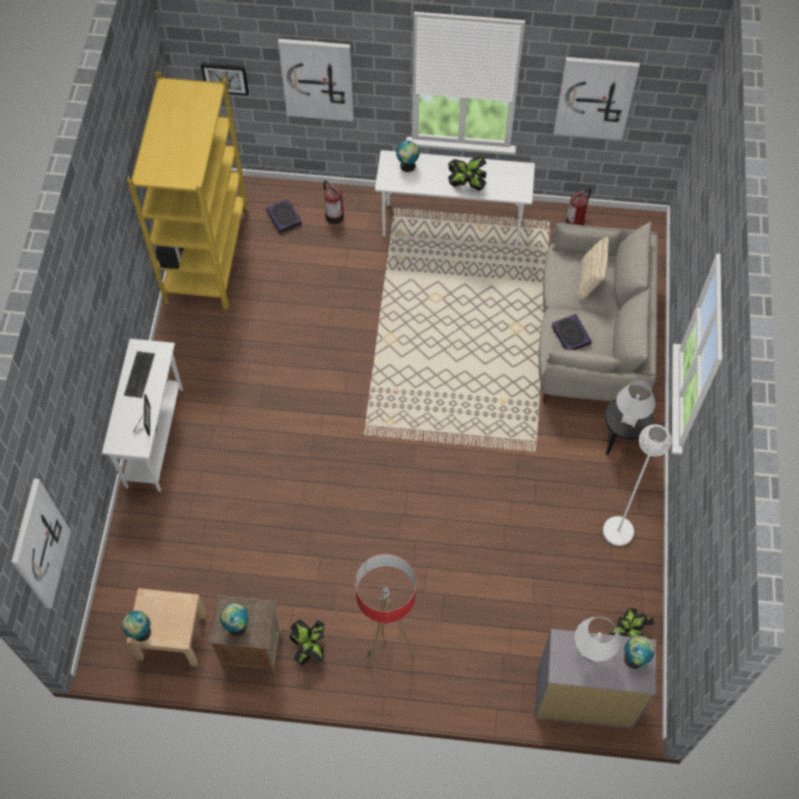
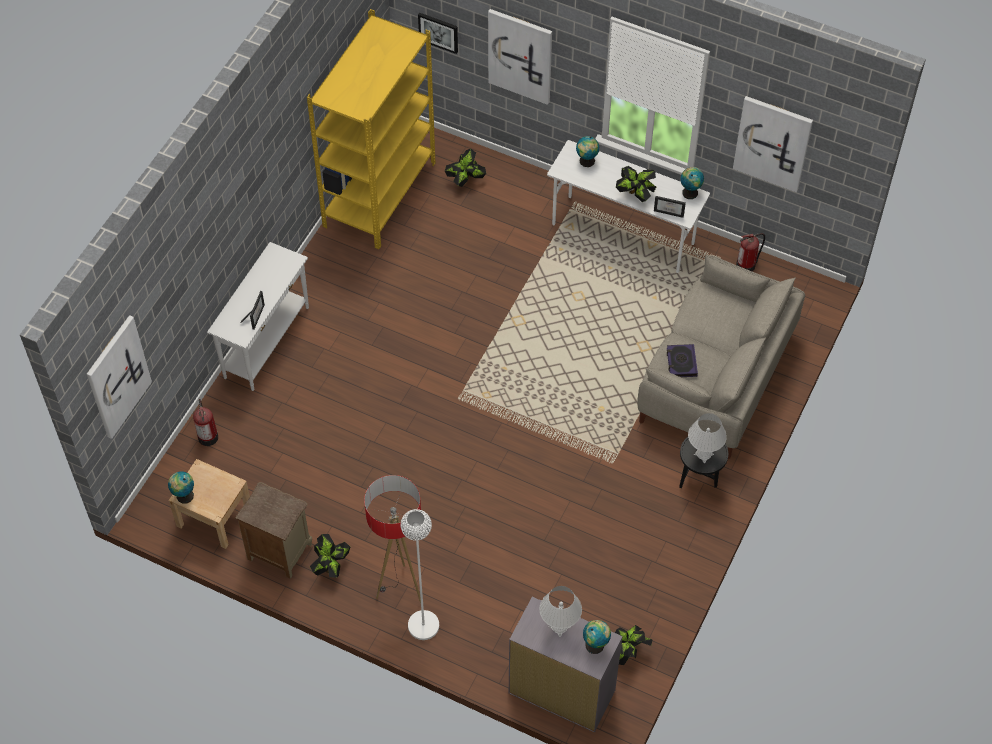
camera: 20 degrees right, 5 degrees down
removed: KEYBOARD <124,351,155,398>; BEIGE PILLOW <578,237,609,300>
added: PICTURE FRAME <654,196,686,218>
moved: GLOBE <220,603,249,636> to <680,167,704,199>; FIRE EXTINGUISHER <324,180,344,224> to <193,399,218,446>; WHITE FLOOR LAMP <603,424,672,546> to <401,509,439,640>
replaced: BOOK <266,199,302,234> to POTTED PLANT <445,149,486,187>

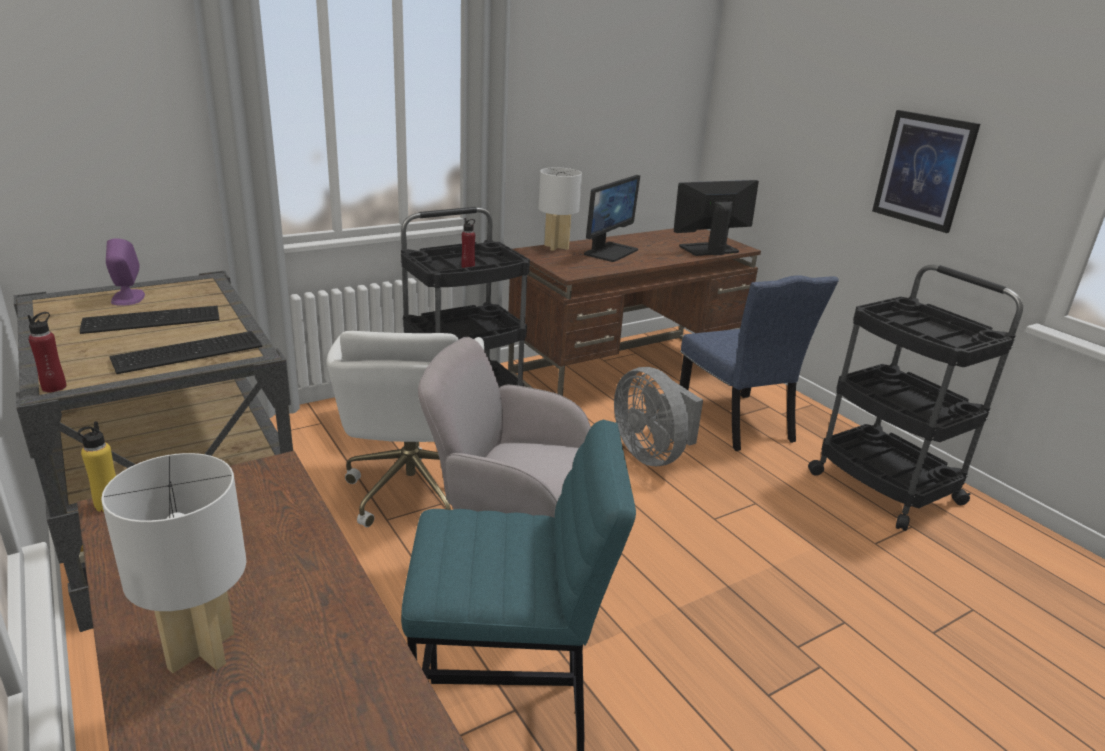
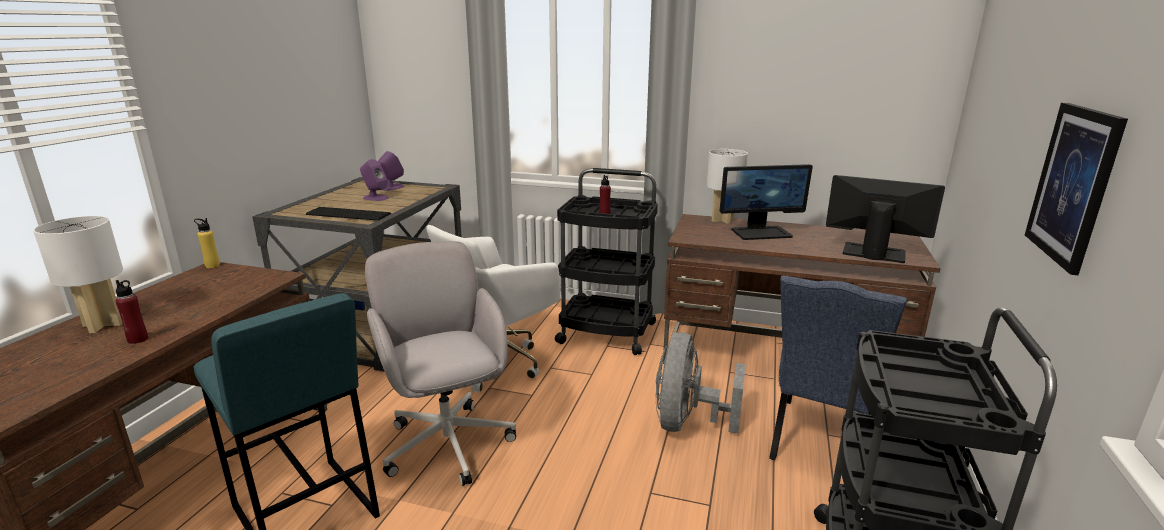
camera: 50 degrees right, 5 degrees down
moved: RED BOTTLE <27,312,66,392> to <115,280,148,344>
replaced: KEYBOARD <80,306,220,334> to PURPLE SPEAKER <360,159,388,201>

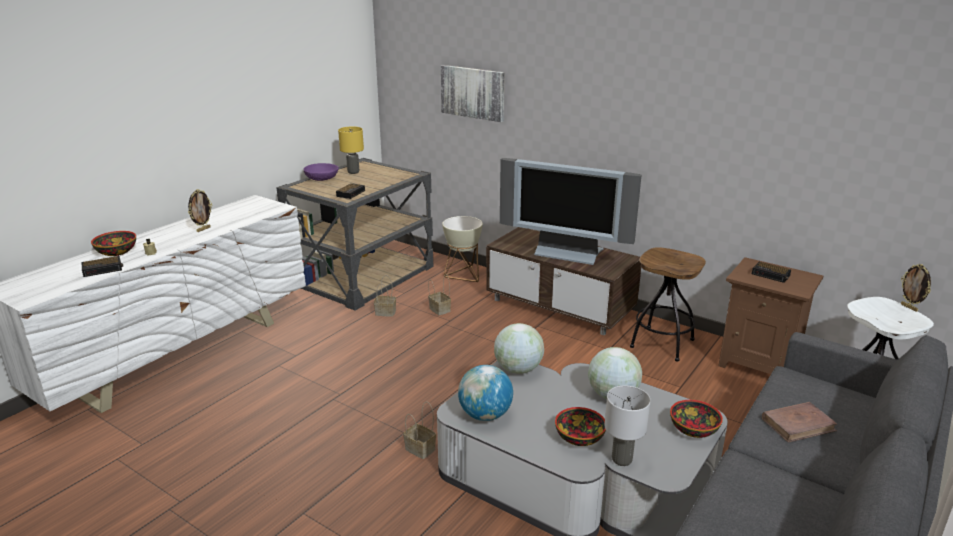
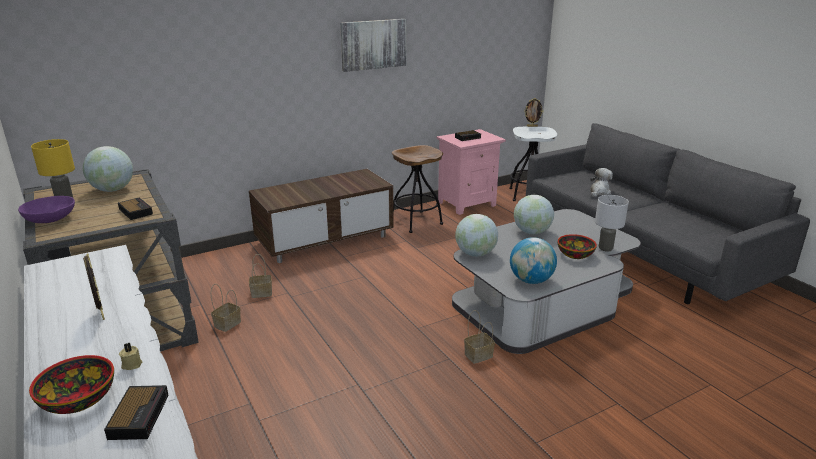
camera: 65 degrees left, 0 degrees up
removed: PLANTER <442,216,483,282>; TELEVISION <500,158,641,265>; BOWL <670,400,723,438>
added: GLOBE <83,146,133,192>
moved: PICTURE <440,65,504,122> to <340,19,407,72>
replaced: BROWN BOOK <762,402,837,443> to PLUSH TOY <590,168,613,197>
recoloured: BROWN NIGHTSTAND <718,257,823,374> to PINK NIGHTSTAND <437,129,506,215>

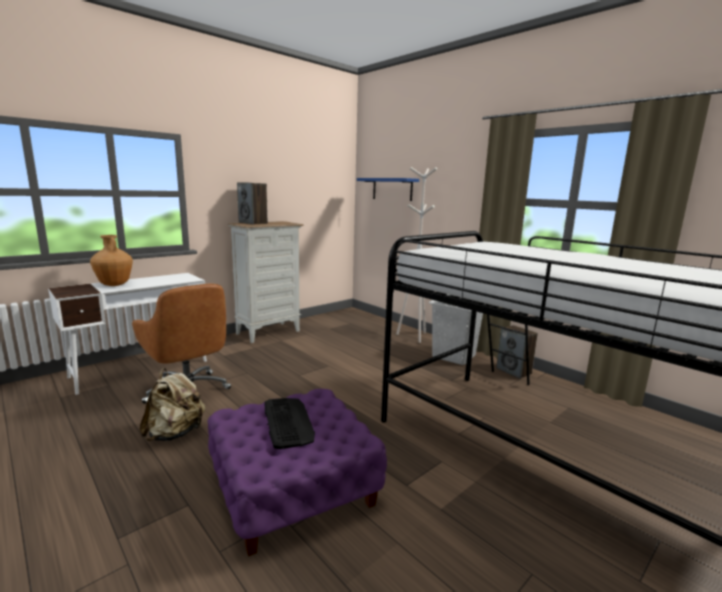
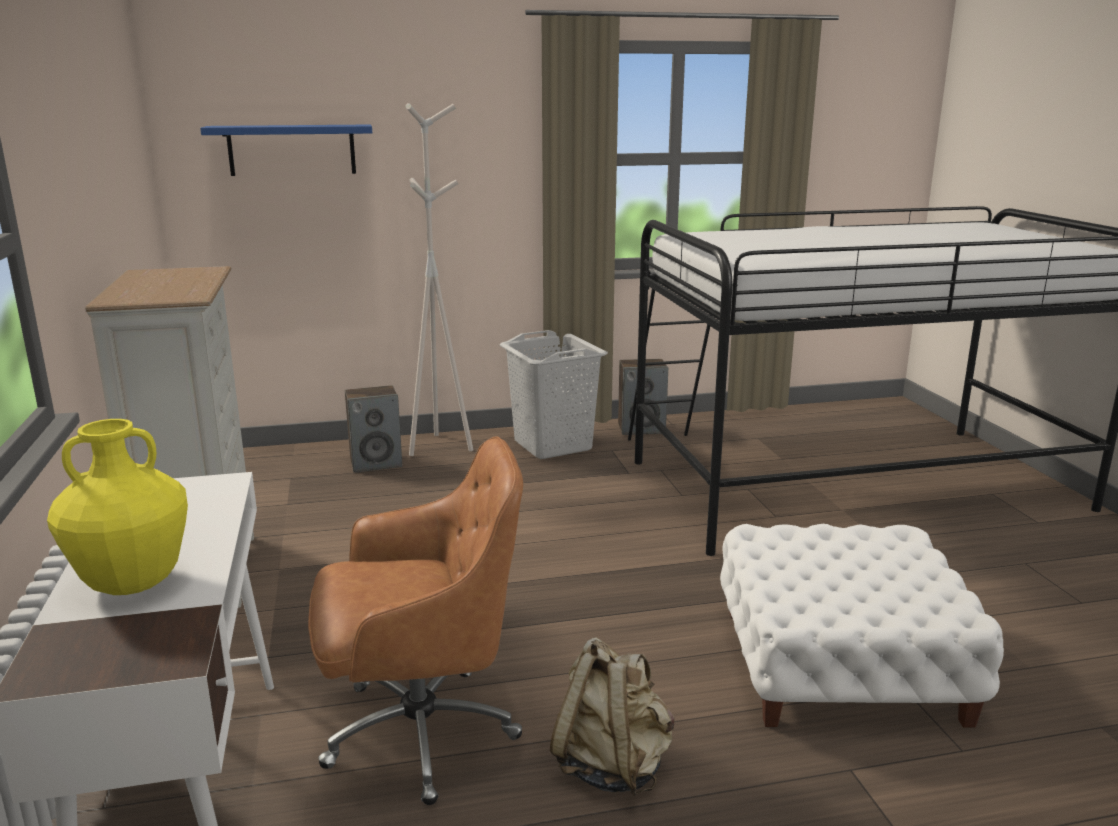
camera: 60 degrees left, 5 degrees up
removed: KEYBOARD <264,398,315,449>
moved: SPEAKER <237,182,268,225> to <345,385,402,473>
recoloured: BROWN VASE <90,235,133,286> to YELLOW VASE <47,419,188,595>; PURPLE OTTOMAN <207,389,387,556> to WHITE OTTOMAN <720,524,1004,728>

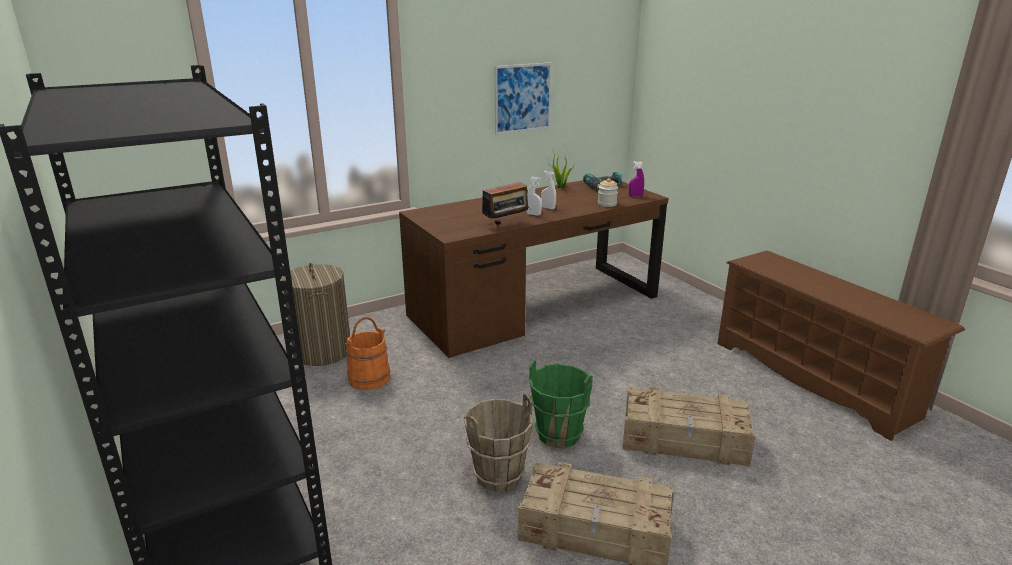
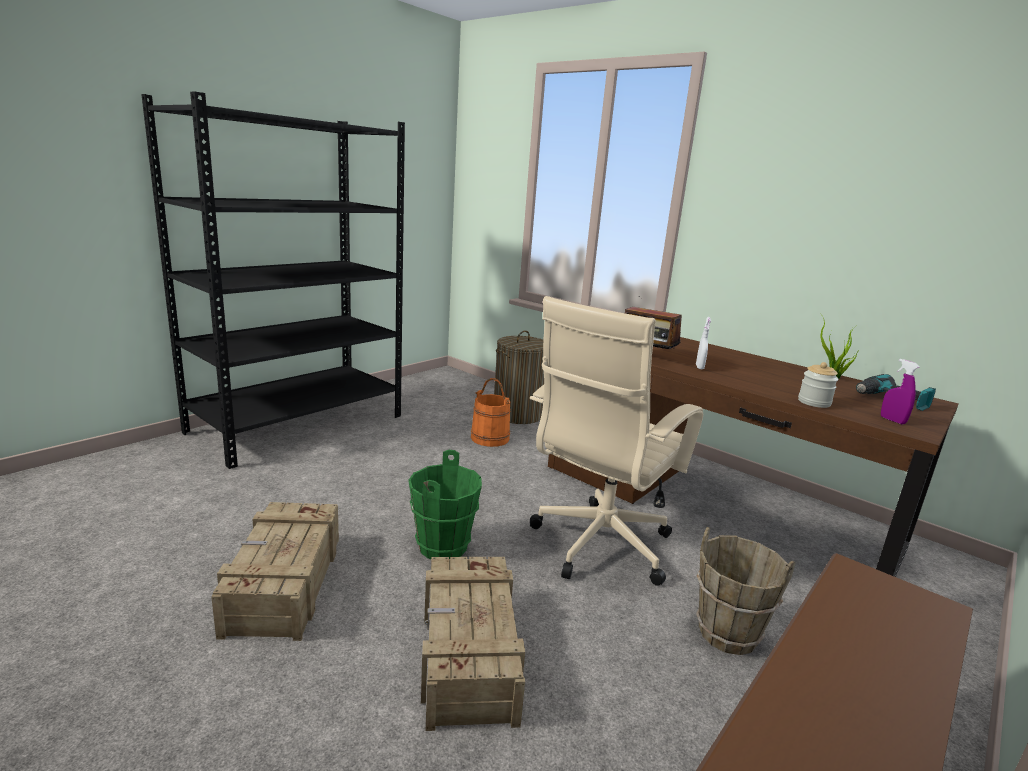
camera: 70 degrees right, 5 degrees down
removed: PICTURE <495,62,552,135>; WHITE SPRAY BOTTLE <541,171,556,210>
added: BEIGE OFFICE CHAIR <530,296,703,586>
moved: BROWN BUCKET <464,394,533,492> to <696,527,796,655>

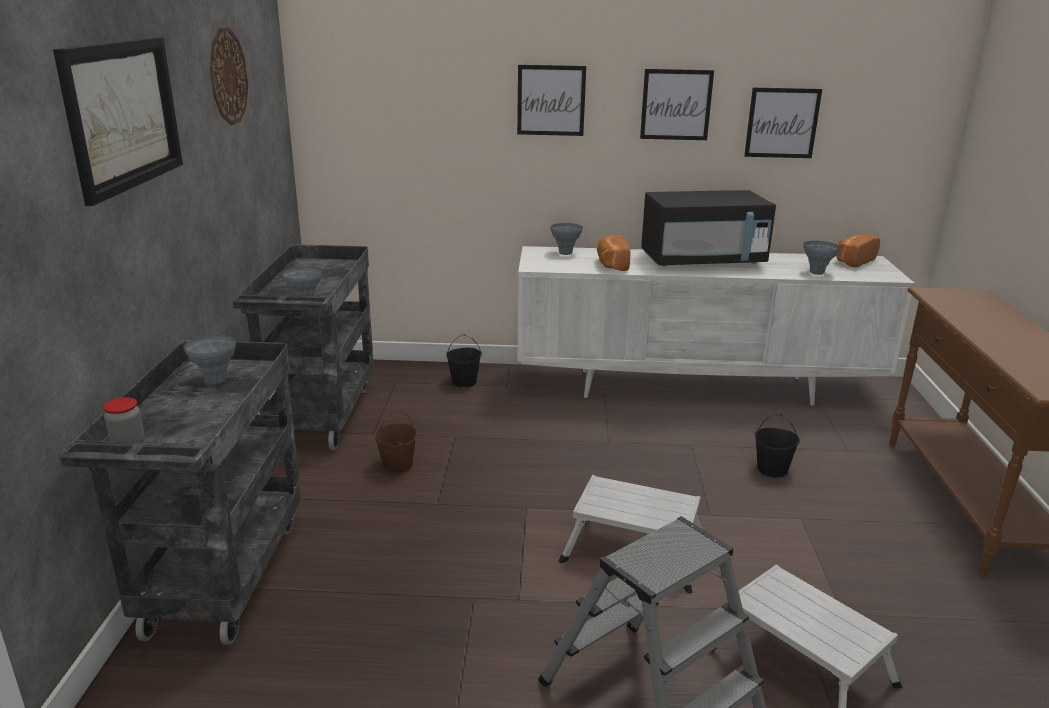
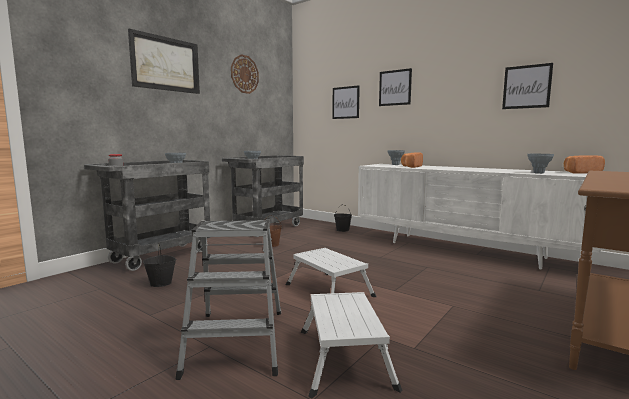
camera: 35 degrees right, 15 degrees down
removed: BLACK MICROWAVE <641,190,776,267>
moved: PICTURE <640,69,714,140> to <332,85,360,119>; BLACK BUCKET <755,414,800,477> to <143,243,176,287>

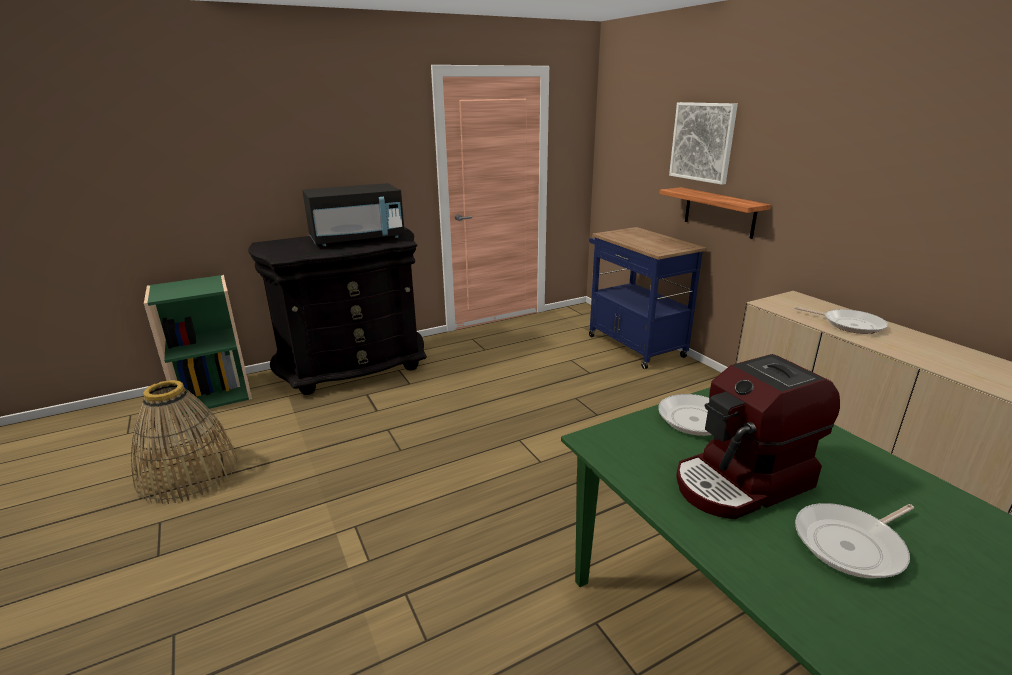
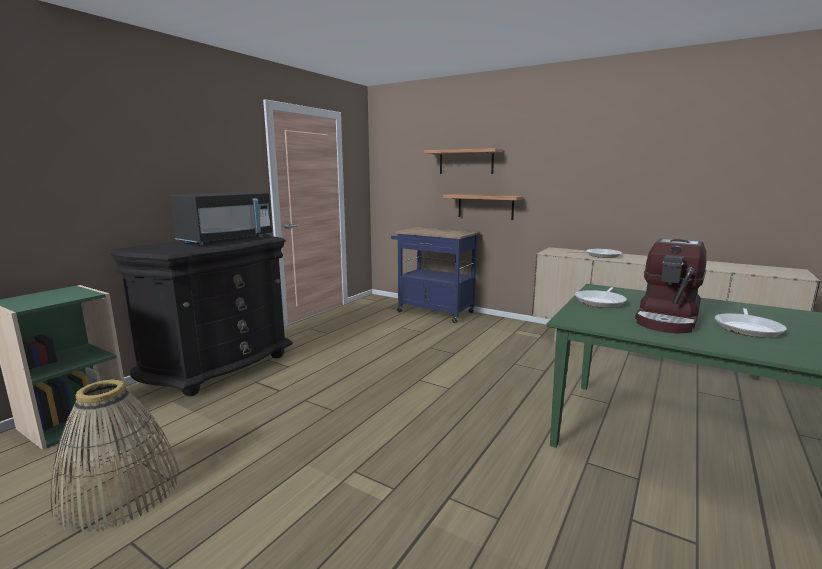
camera: 30 degrees left, 10 degrees down
replaced: PICTURE <669,102,738,185> to SHELF <424,148,503,174>

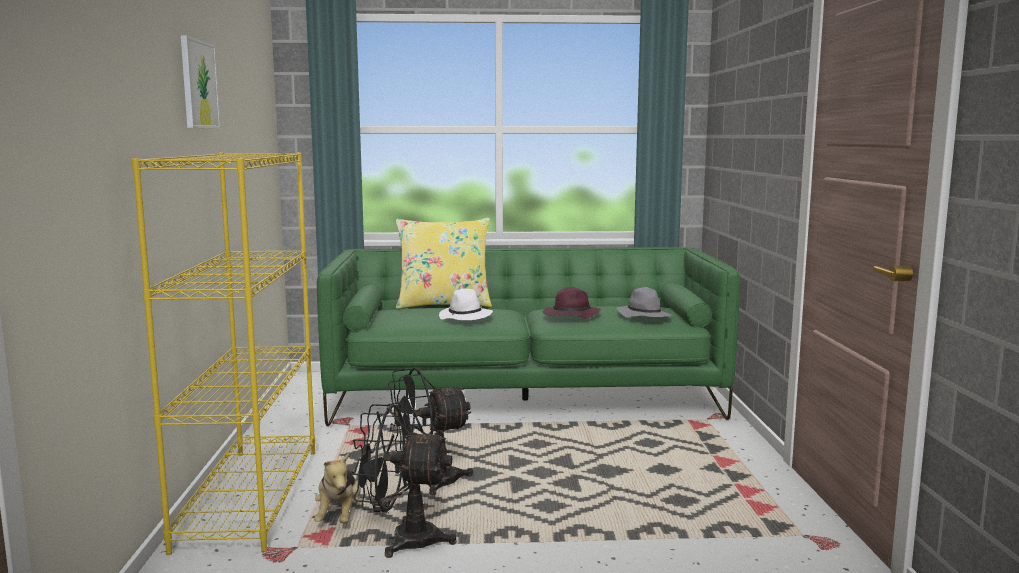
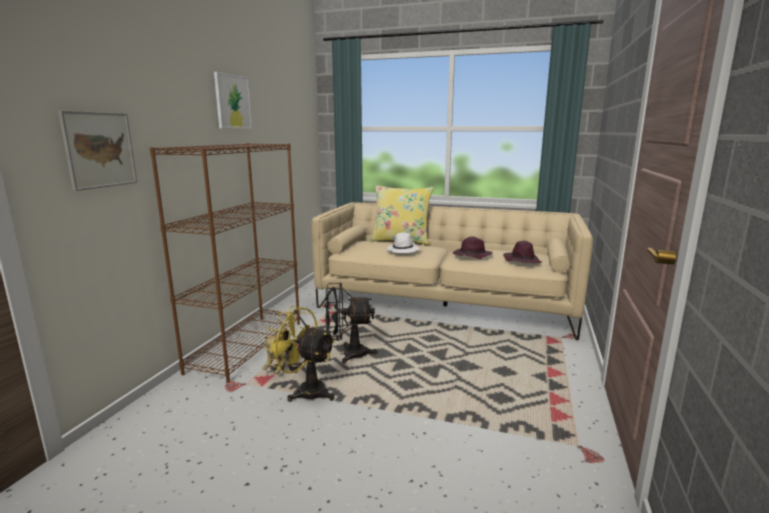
camera: 20 degrees right, 5 degrees up
added: PICTURE <58,111,137,191>
recoloured: YELLOW BOOKCASE <131,152,315,555> to BROWN BOOKCASE <150,143,300,383>; GREEN SOFA <317,247,740,427> to BEIGE SOFA <312,202,593,341>; BLACK FAN <350,404,457,558> to YELLOW FAN <264,306,335,402>; GREY HAT <616,287,672,318> to PURPLE HAT <503,241,542,263>

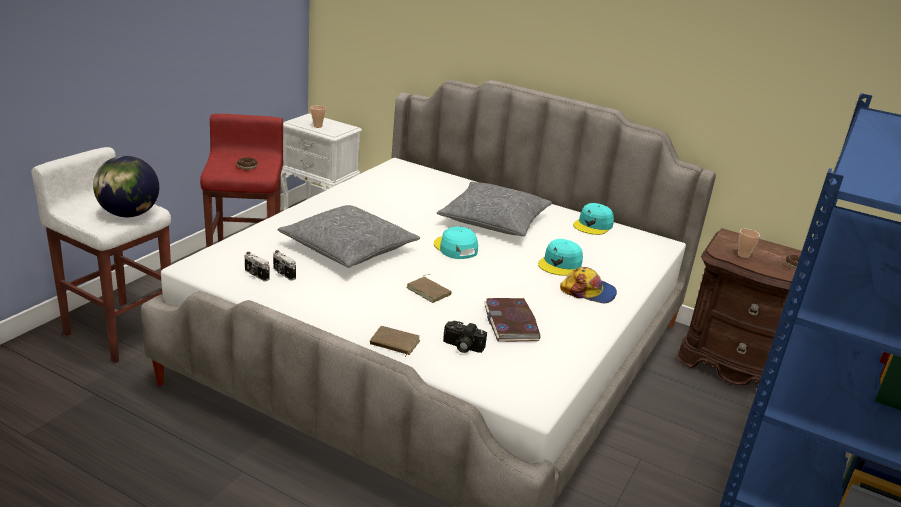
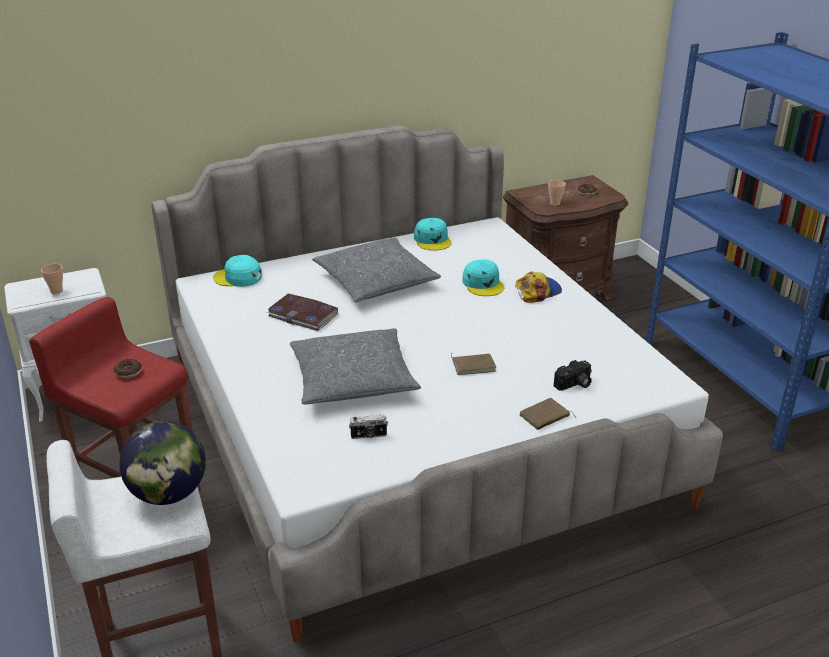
camera: 50 degrees left, 5 degrees up
removed: PHOTO CAMERA <244,252,269,281>
moved: TURQUOISE CAP <434,226,478,259> to <213,255,262,287>; BOOK <484,298,540,342> to <267,293,338,331>

